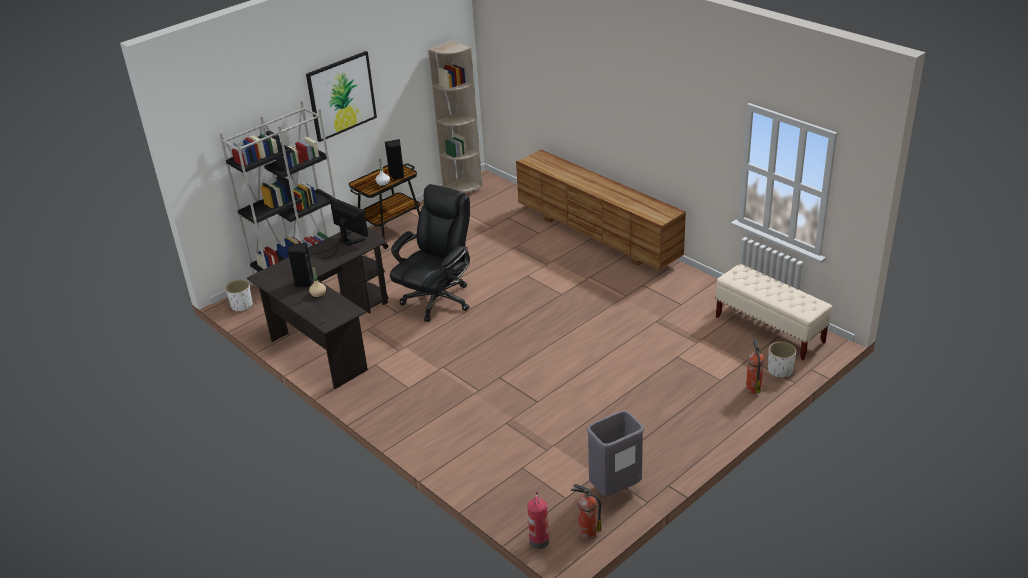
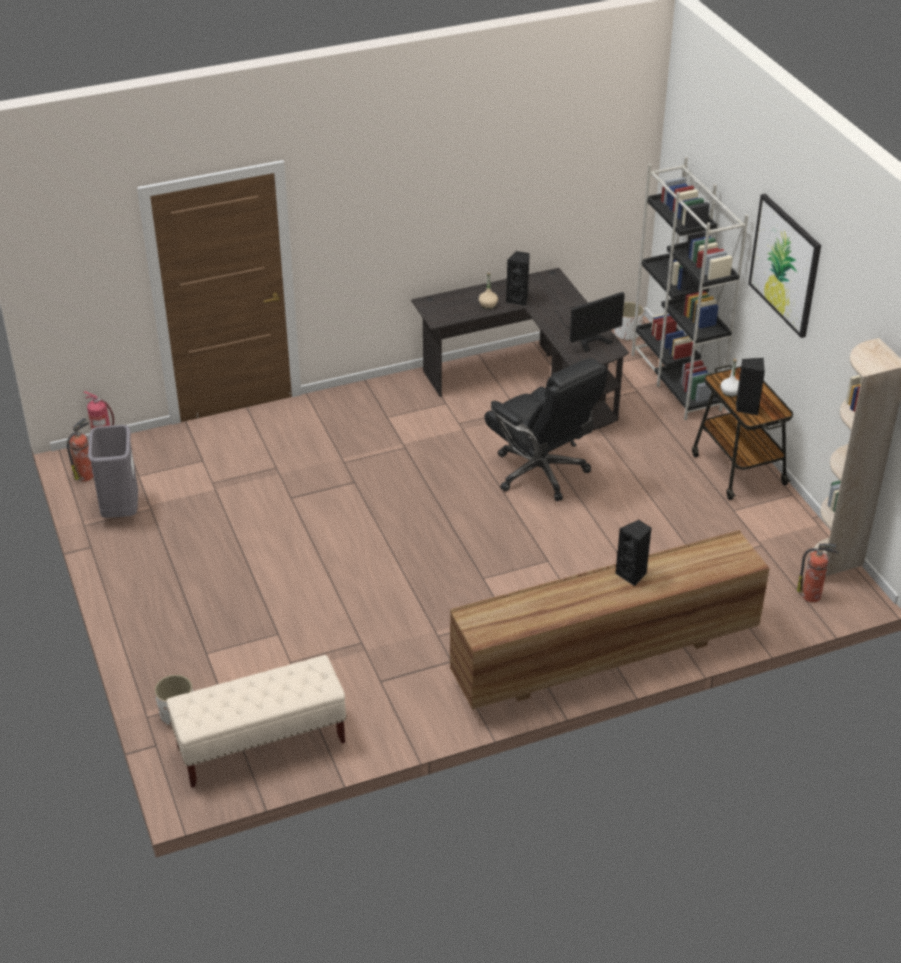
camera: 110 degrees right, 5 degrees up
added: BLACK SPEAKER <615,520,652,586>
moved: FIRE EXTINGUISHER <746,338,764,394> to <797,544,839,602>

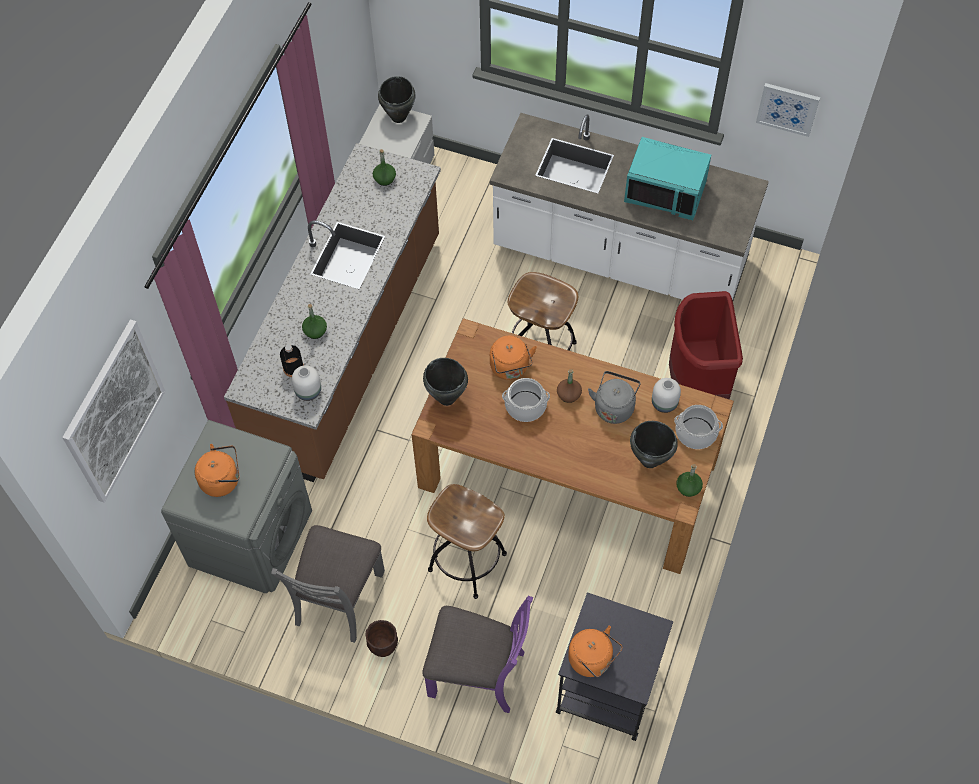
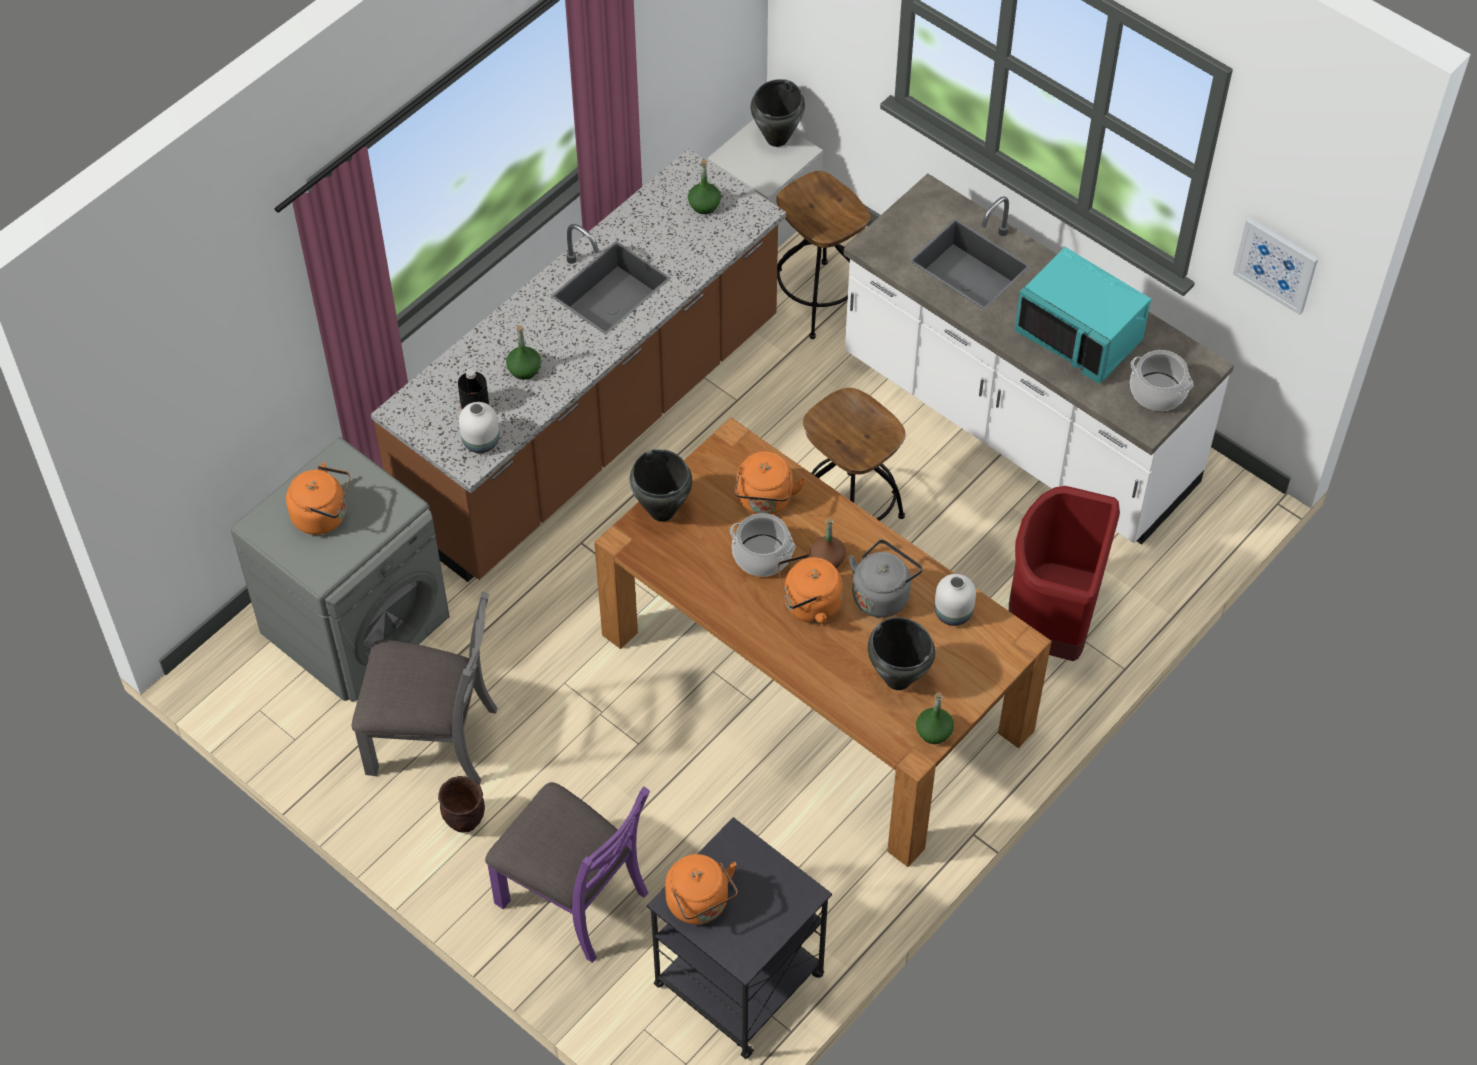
camera: 20 degrees right, 5 degrees down
removed: PICTURE <63,319,165,503>
added: ORANGE KETTLE <777,554,843,624>
moved: BROWN STOOL <427,484,507,599> to <776,171,871,339>; COOKING POT <674,405,723,449> to <1130,350,1194,411>
turned: GREY CHAIR <271,525,385,643> = <352,592,497,785> 120 degrees counterclockwise

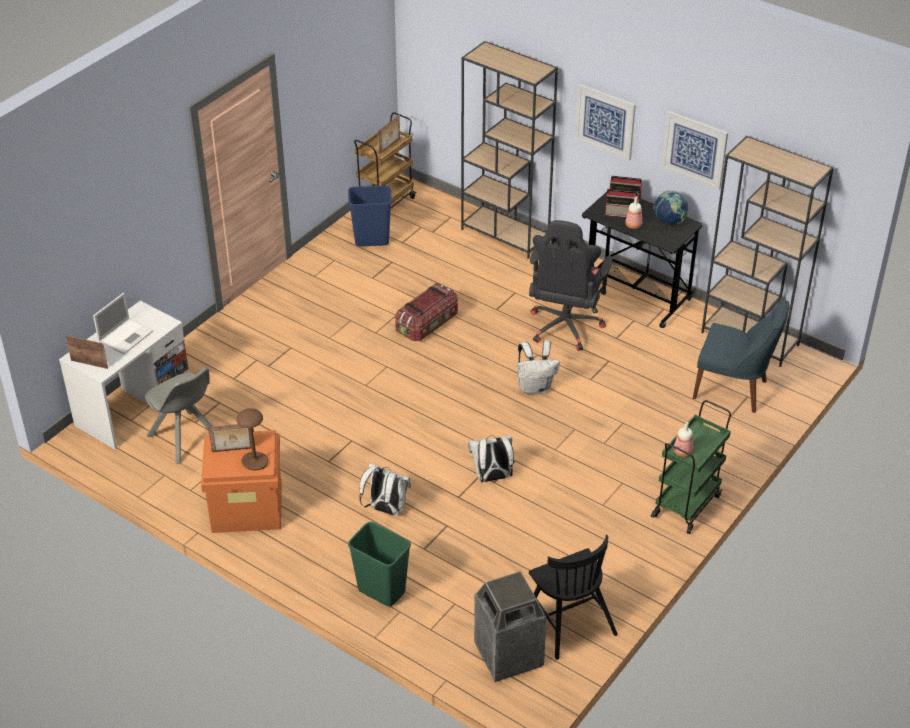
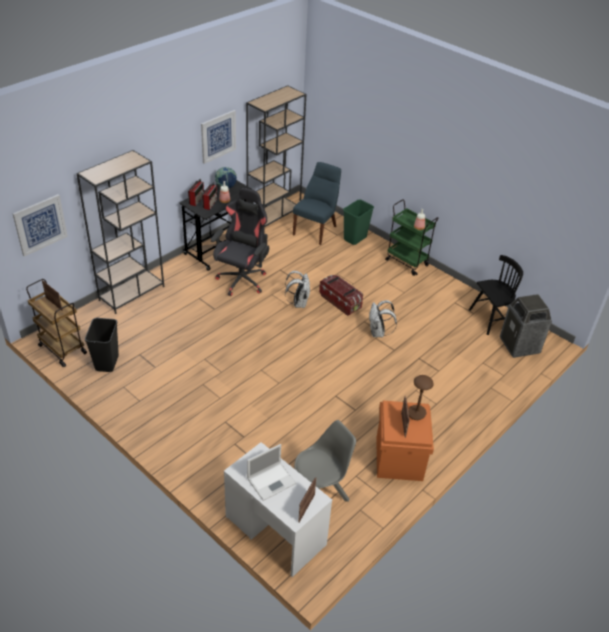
camera: 85 degrees left, 0 degrees up
removed: WHITE BACKPACK <359,463,411,516>
moved: GREEN TRASH CAN <348,522,411,606> to <343,199,374,245>; STORAGE BOX <395,283,458,341> to <319,275,363,316>; PICTURE <575,84,636,161> to <13,194,68,257>
recoloured: BLUE TRASH CAN <348,185,392,247> to BLACK TRASH CAN <85,318,119,372>
turned: LAPTOP <93,293,154,354> = <247,444,296,501> 105 degrees clockwise; BLACK OFFICE CHAIR <529,220,612,351> = <211,188,269,296> 90 degrees counterclockwise

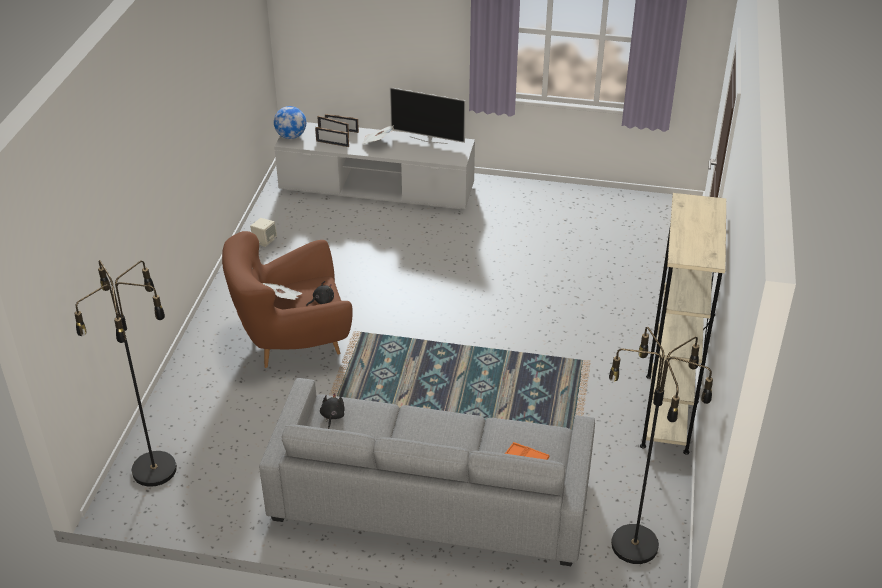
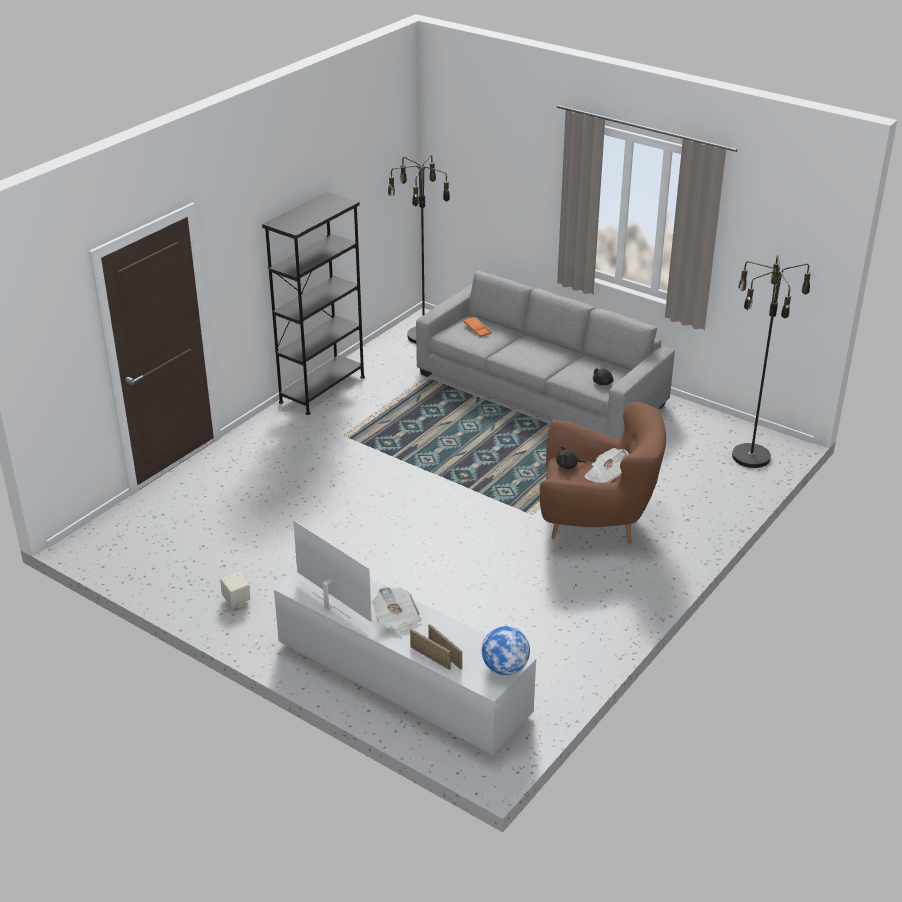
camera: 155 degrees left, 5 degrees down
removed: PICTURE FRAME <315,127,349,147>
moved: BEIGE SPEAKER <250,218,277,247> to <220,571,250,609>
recoloured: BEIGE BOOKCASE <640,193,726,455> to BLACK BOOKCASE <262,192,365,415>

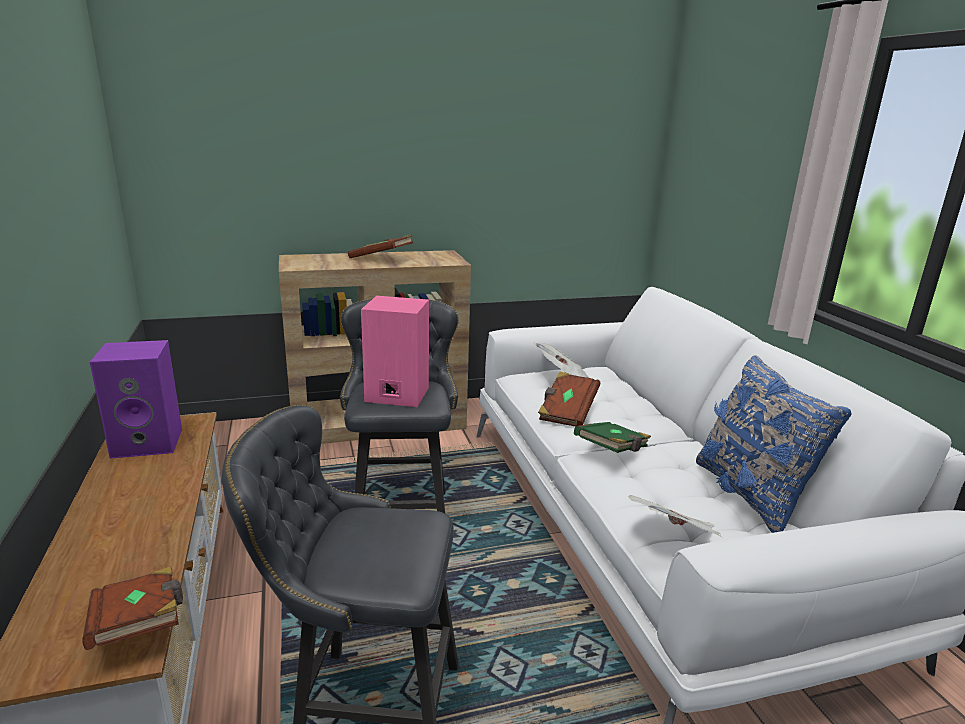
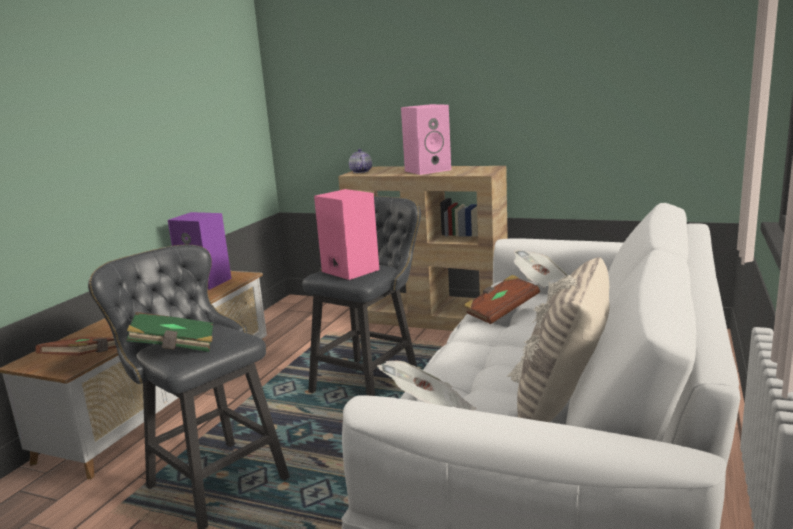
camera: 40 degrees right, 5 degrees down
added: TEAPOT <349,149,372,173>
moved: GREEN BOOK <574,422,651,453> to <126,312,213,352>
replaced: BROWN BOOK <348,235,413,258> to PINK SPEAKER <401,104,451,175>
recoloured: BLUE PILLOW <696,355,852,533> to BEIGE PILLOW <507,257,610,422>

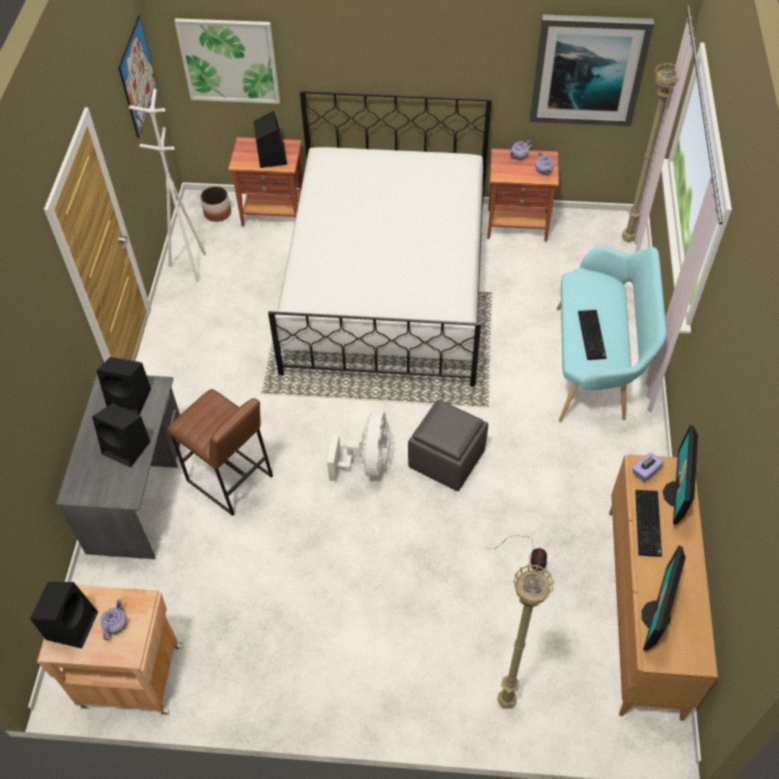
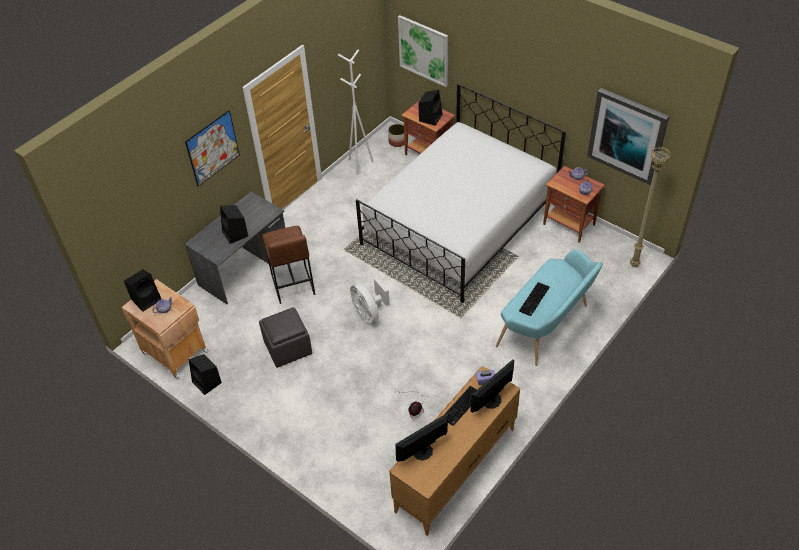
camera: 35 degrees right, 5 degrees down
removed: BEIGE FLOOR LAMP <497,564,554,709>
moved: BLACK SPEAKER <97,357,151,415> to <188,354,222,395>; PICTURE <118,15,157,138> to <185,110,240,187>; GREY OTTOMAN <408,399,488,491> to <259,307,312,368>
turned: WHITE FAN <327,410,390,481> = <350,277,390,323> 105 degrees clockwise

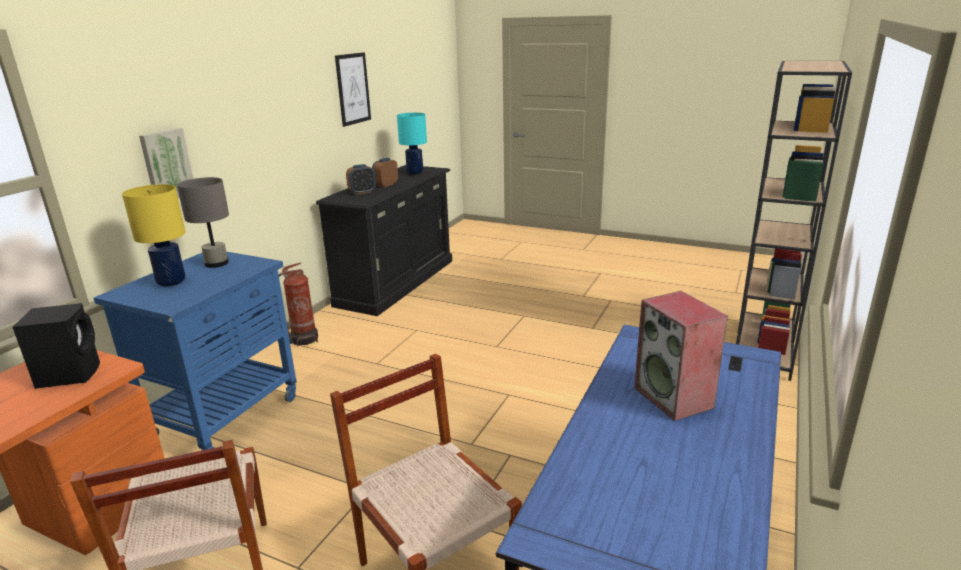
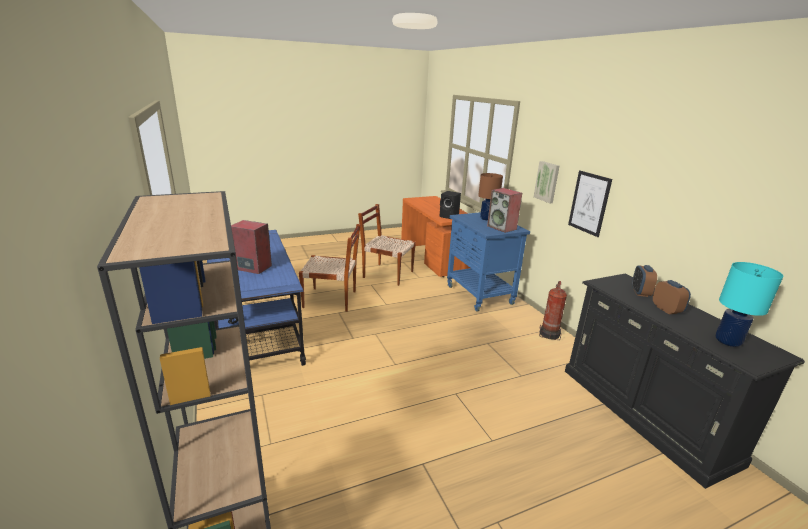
camera: 130 degrees right, 0 degrees up
moved: PICTURE <335,52,371,127> to <568,171,612,237>
replaced: GREY TABLE LAMP <177,177,229,268> to SPEAKER <487,188,522,233>
recoloured: YELLOW TABLE LAMP <122,184,186,287> to BROWN TABLE LAMP <478,173,503,220>

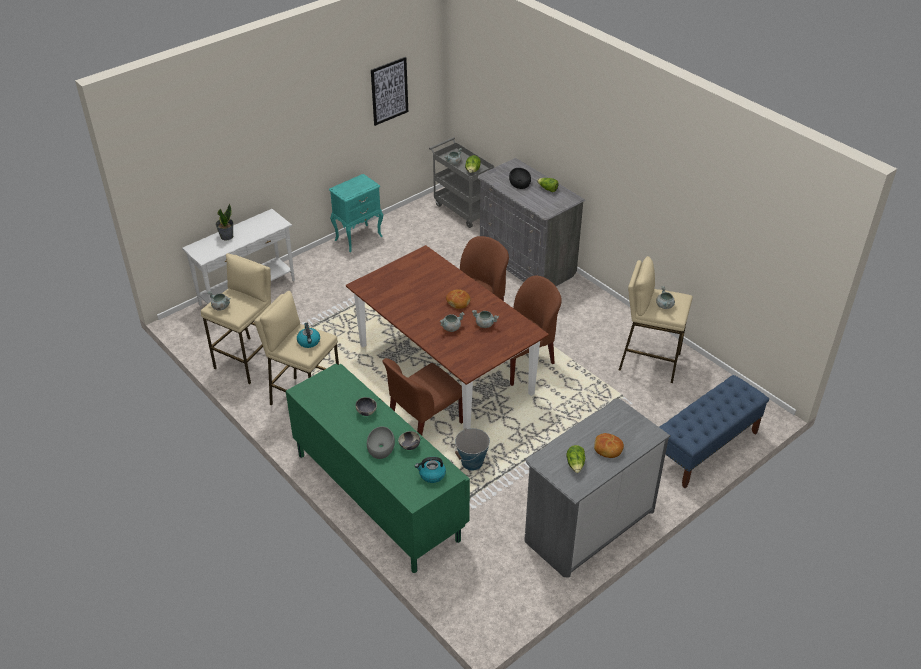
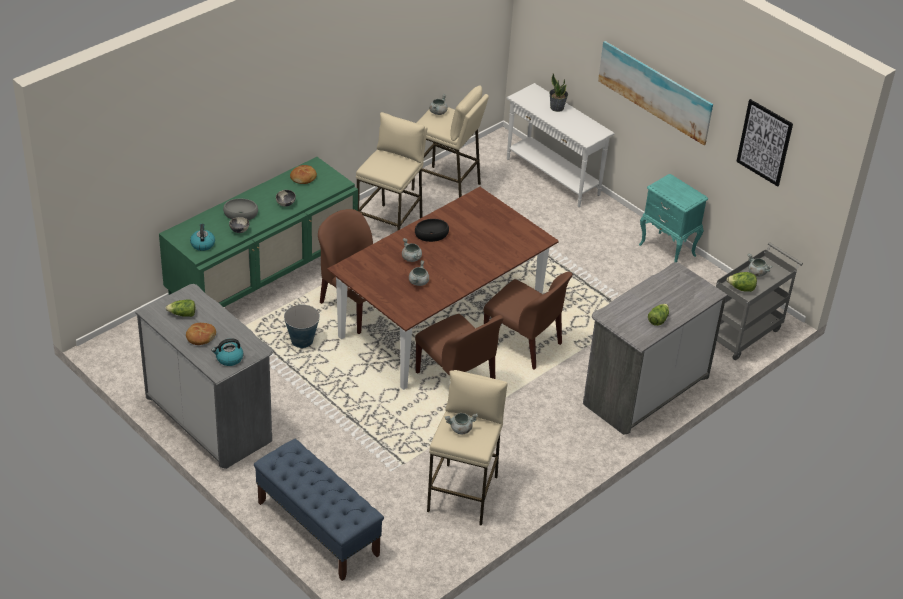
camera: 85 degrees right, 0 degrees up
added: PICTURE <598,41,713,145>
moved: KETTLE <297,323,320,348> to <212,338,243,366>; BREAD <446,289,470,309> to <290,165,317,184>; BLACK BOWL <509,168,531,189> to <415,219,449,242>

